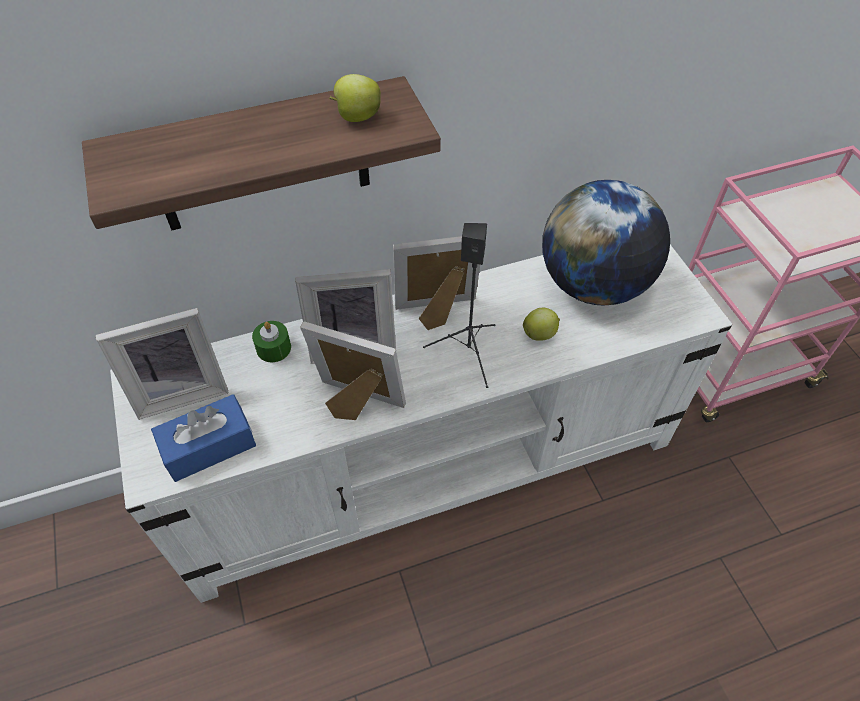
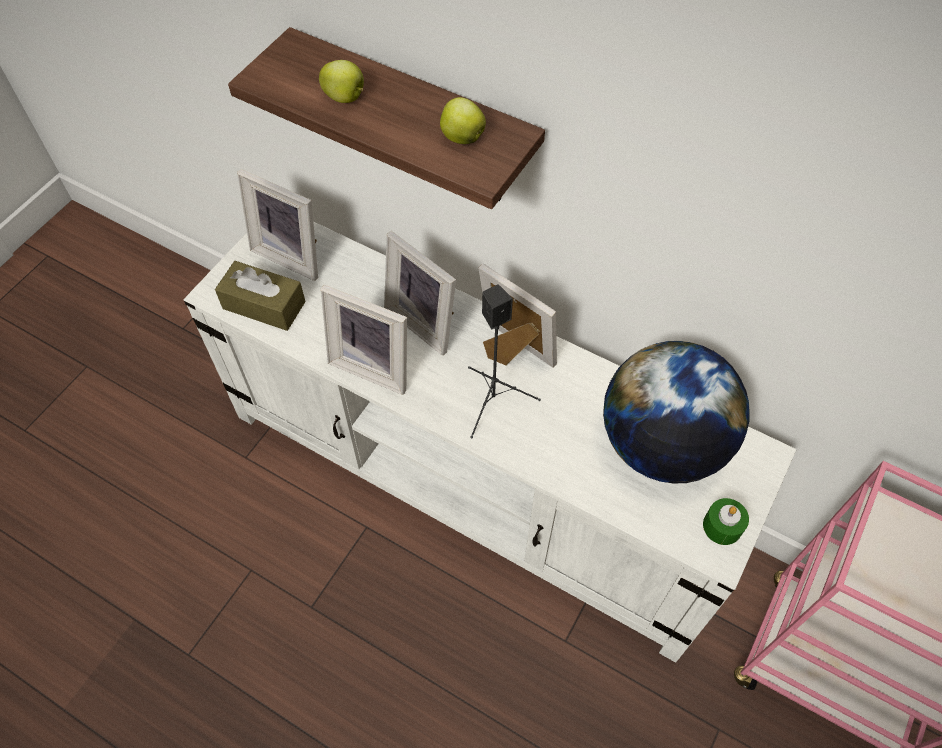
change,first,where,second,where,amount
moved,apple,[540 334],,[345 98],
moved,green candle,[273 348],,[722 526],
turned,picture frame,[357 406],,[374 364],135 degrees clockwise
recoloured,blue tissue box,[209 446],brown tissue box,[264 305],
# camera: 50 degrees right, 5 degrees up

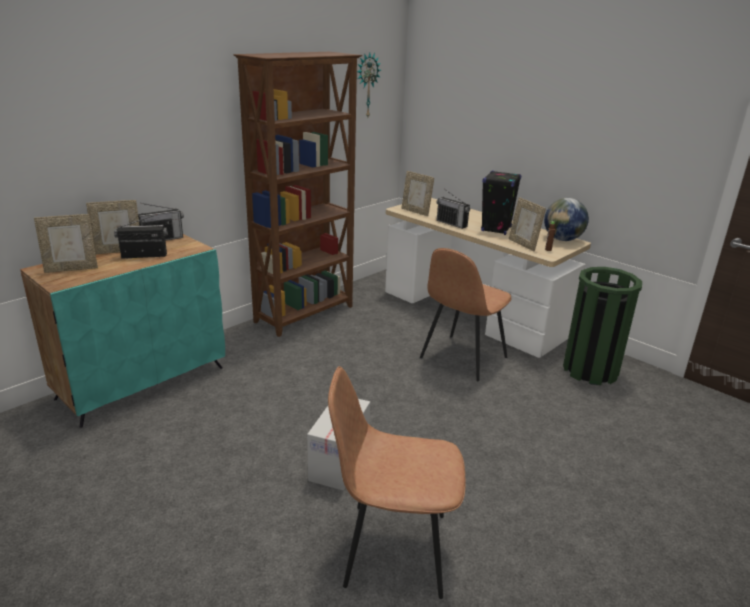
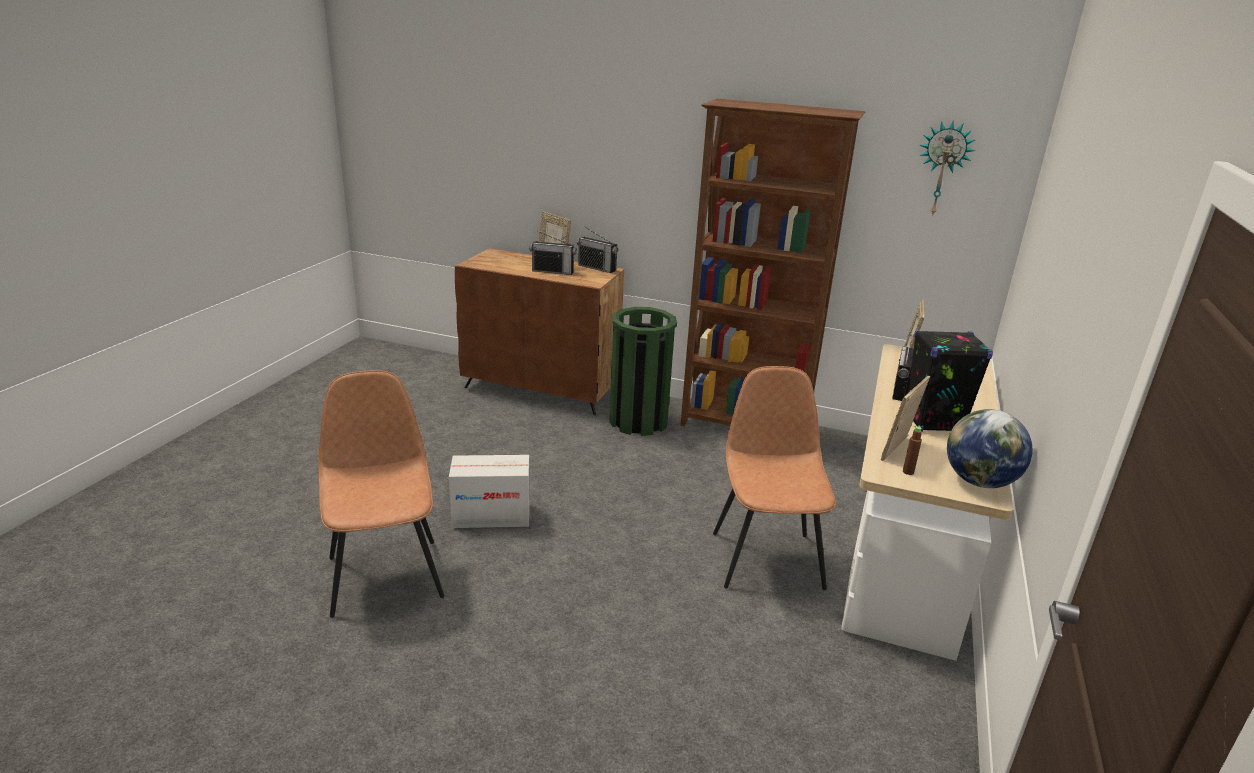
change,first,where,second,where,amount
removed,picture frame,[71 269],,,
turned,radio,[144 256],,[553 271],135 degrees clockwise
recoloured,turquoise cabinet,[143 382],brown cabinet,[541 389],
turned,brown chair,[462 358],,[766 558],75 degrees clockwise
moved,green trash can,[590 370],,[638 421],
# camera: 65 degrees right, 0 degrees up

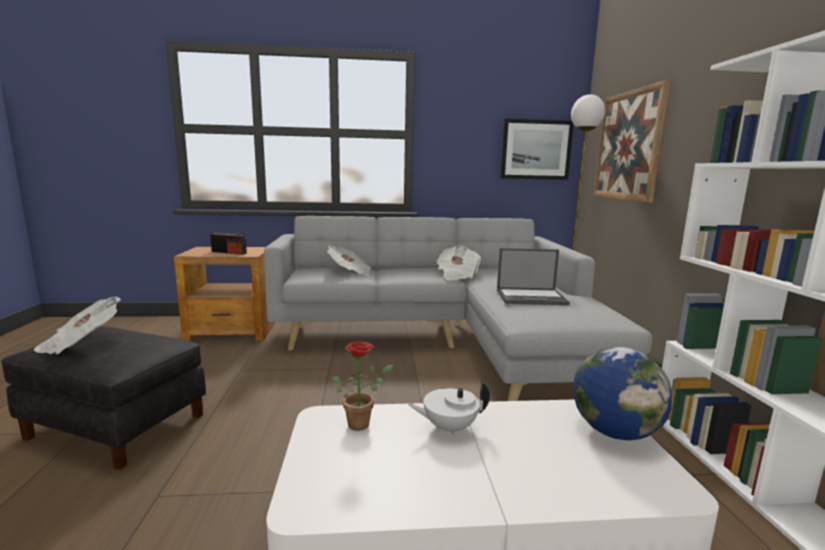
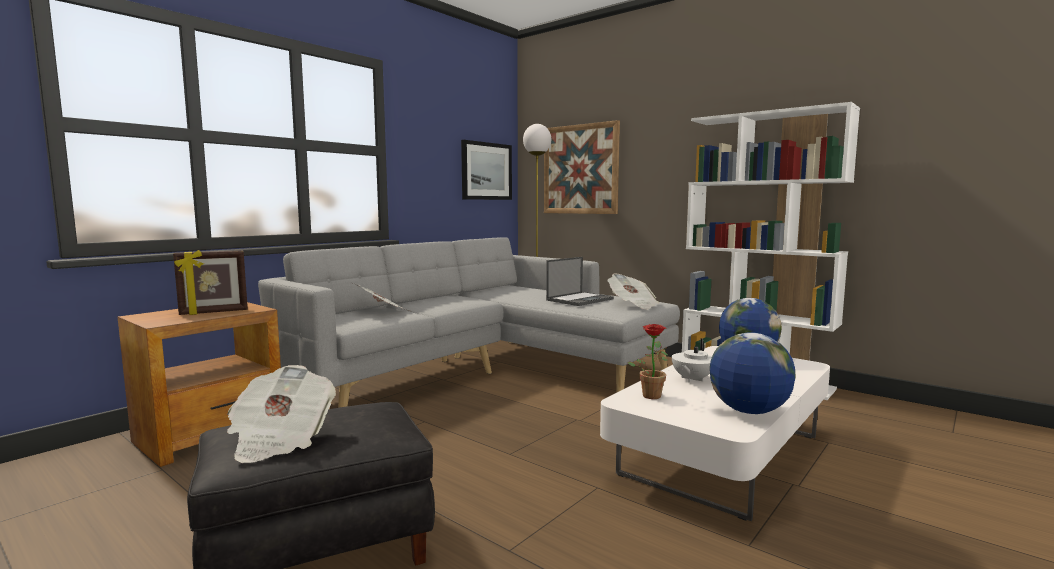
change,first,where,second,where,amount
replaced,radio,[229 252],picture frame,[214 312],
moved,newspaper,[457 275],,[632 305],
added,,,globe,[749 411],
# camera: 45 degrees left, 5 degrees down

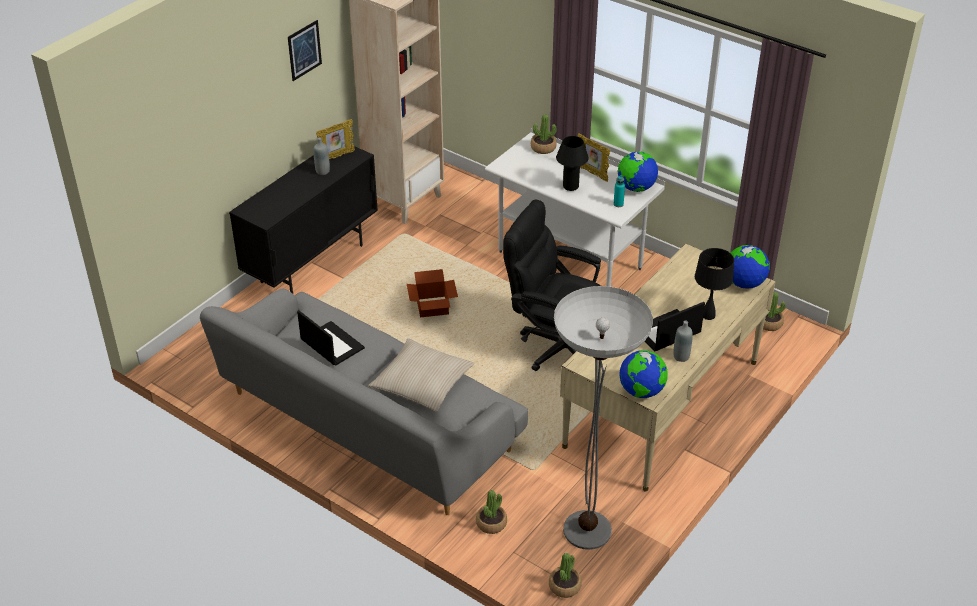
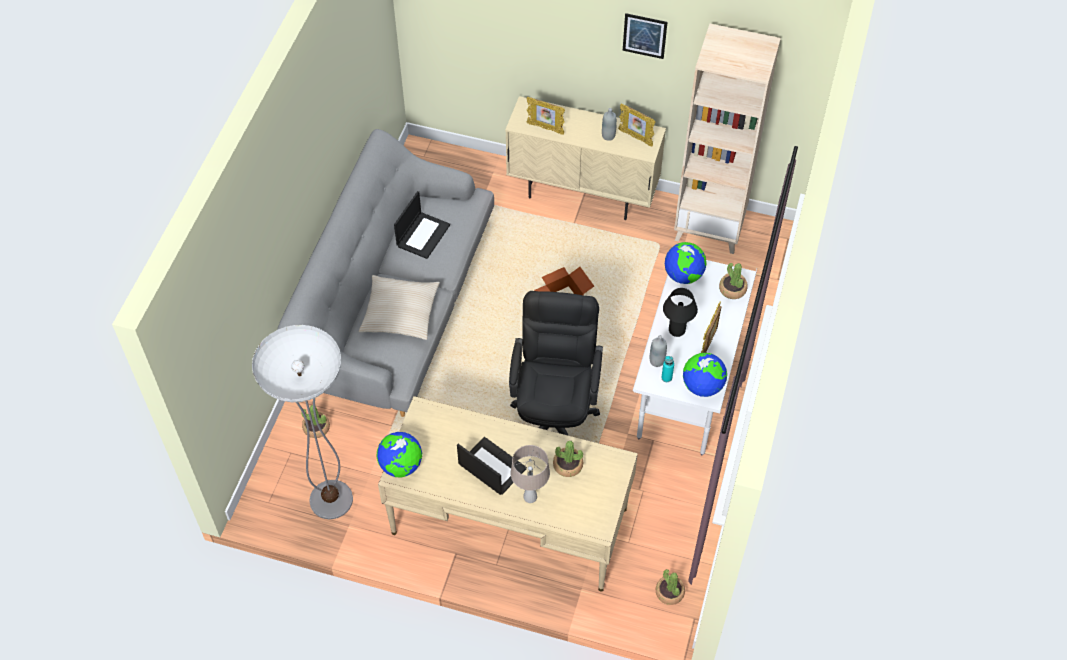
change,first,where,second,where,amount
recoloured,black cabinet,[312 263],beige cabinet,[583 194],
moved,globe,[744 283],,[683 275],
recoloured,black table lamp,[708 315],beige table lamp,[530 496],
moved,grey bottle,[681 356],,[657 361],
moved,potted plant,[565 586],,[568 465],
added,,,picture frame,[545 128],
# camera: 70 degrees right, 15 degrees up

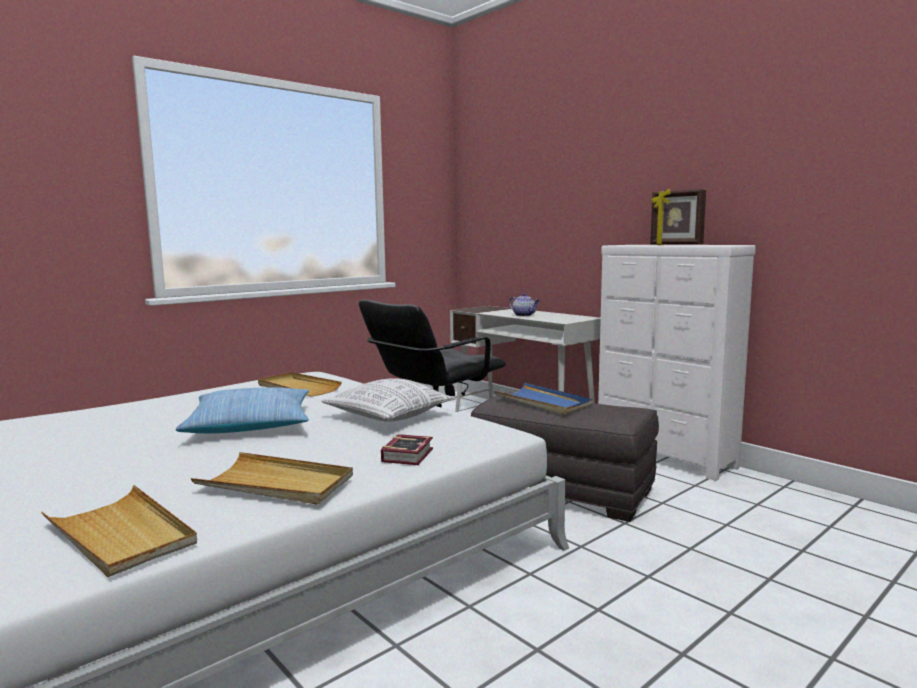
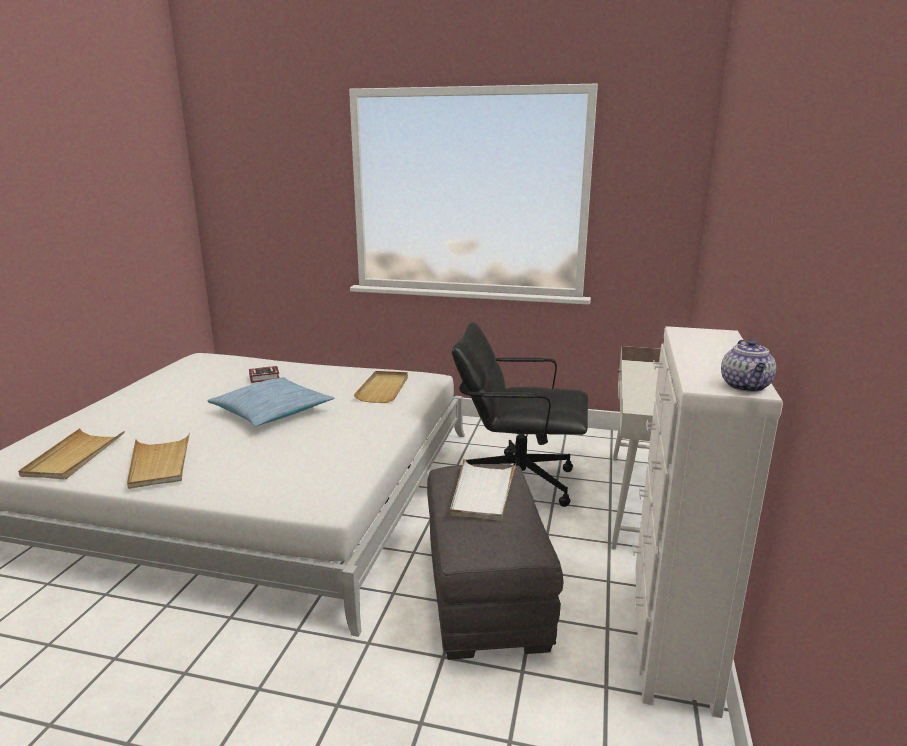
change,first,where,second,where,amount
removed,picture frame,[675 245],,,
moved,teapot,[524 315],,[746 387],
removed,pillow,[388 417],,,
recoloured,blue tray,[543 402],white tray,[483 492],
moved,book,[409 454],,[266 377],
# camera: 55 degrees right, 10 degrees up

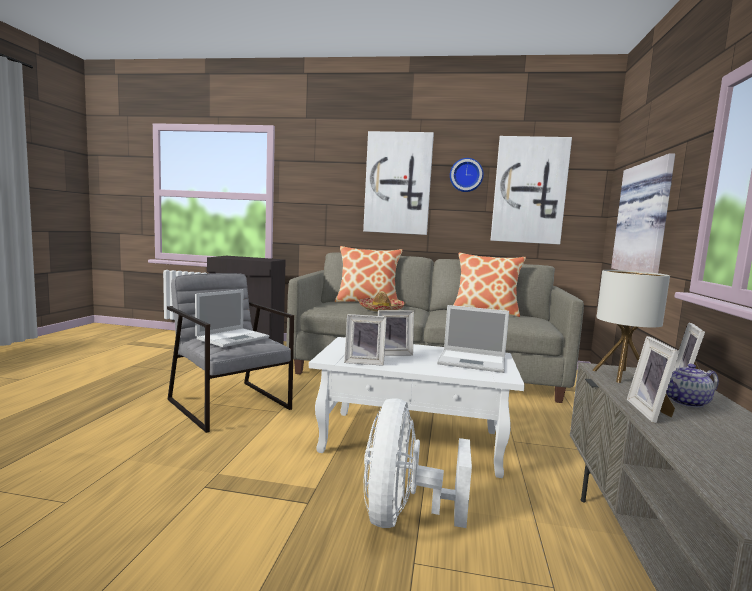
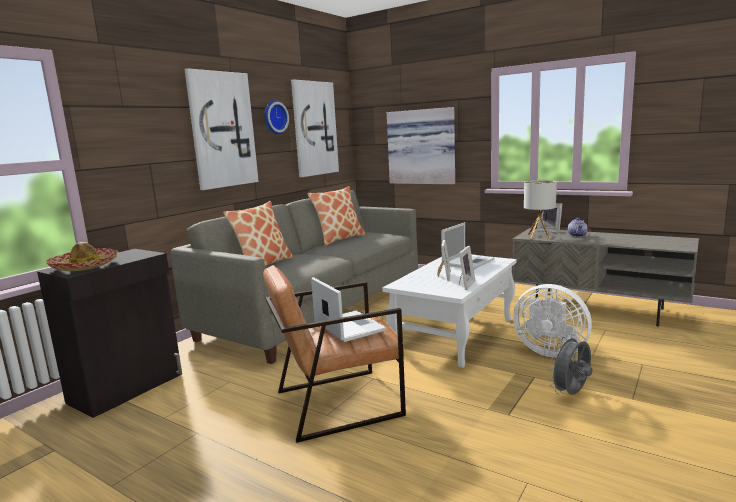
change,first,where,second,where,amount
recoloured,grey armchair,[229 404],brown armchair,[338 402],
moved,hat,[380 309],,[85 266],
removed,picture frame,[652 412],,,
added,,,grey fan,[571 394],
# camera: 65 degrees left, 5 degrees up

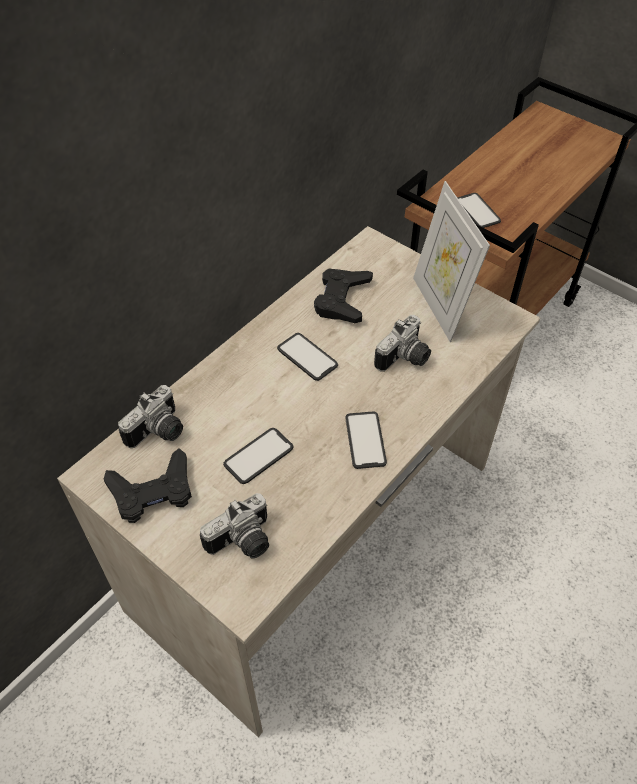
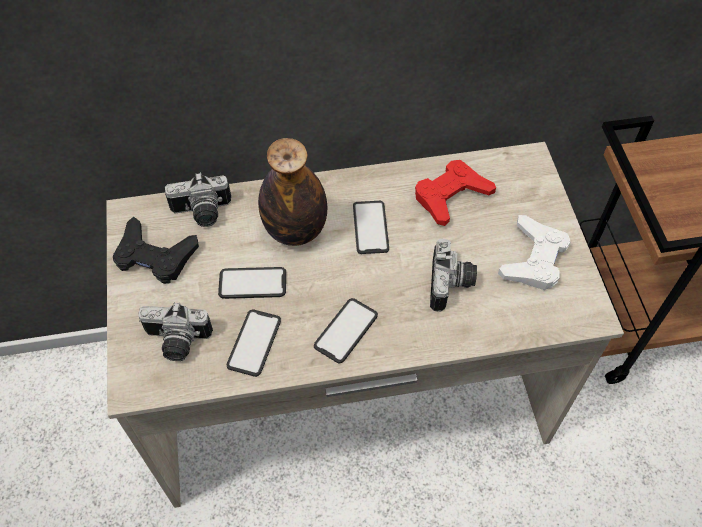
change,first,where,second,where,amount
replaced,picture frame,[440 306],white game controller,[534 258],
moved,phone,[477 211],,[254 343],
recoloured,black game controller,[342 299],red game controller,[451 196],
turned,photo camera,[405 359],,[452 285],75 degrees counterclockwise
added,,,bottle,[295 230],
# camera: 40 degrees right, 5 degrees up

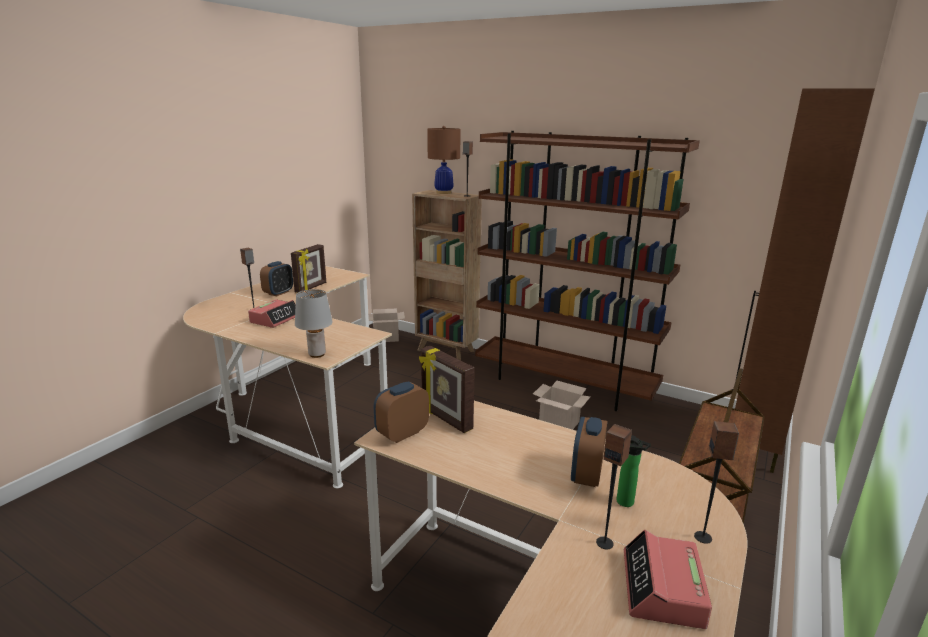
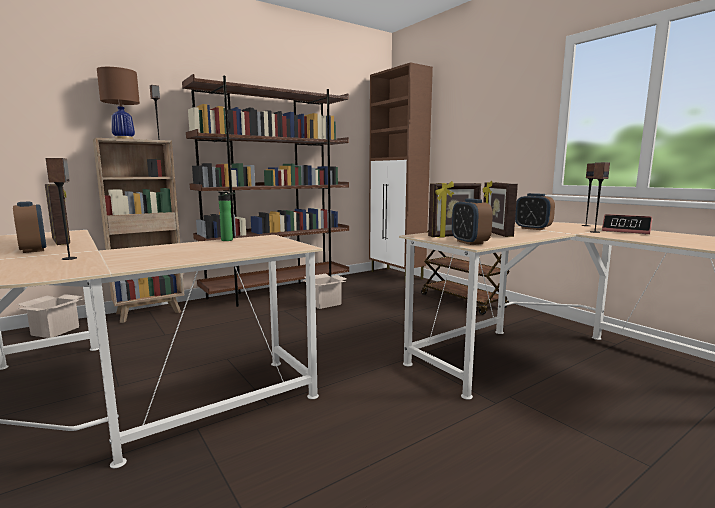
change,first,where,second,where,amount
removed,grey table lamp,[317 354],,,
removed,alarm clock,[275 319],,,
moved,bottle,[627 503],,[229 240],
added,,,picture frame,[496 234],
# camera: 65 degrees left, 10 degrees down

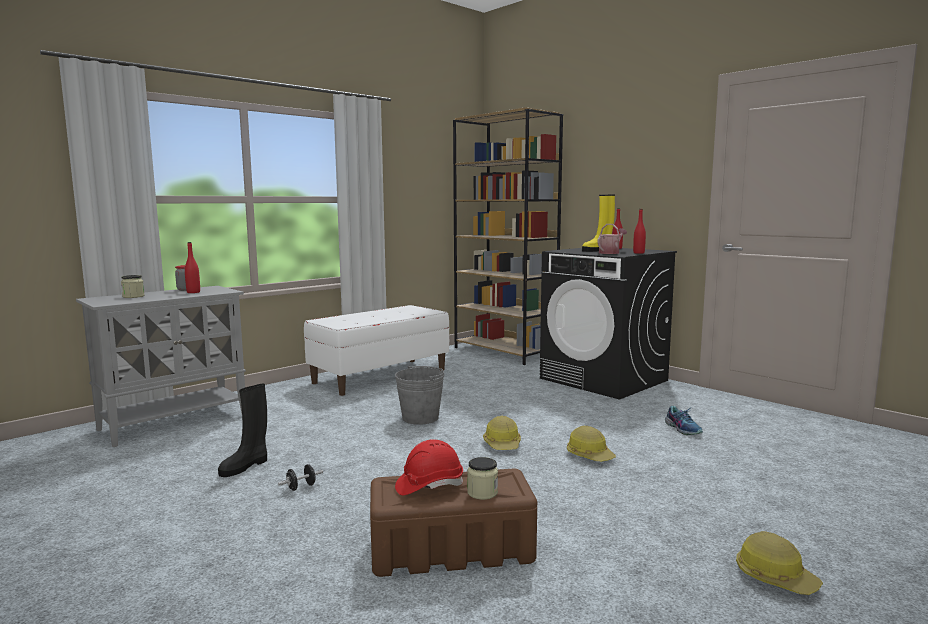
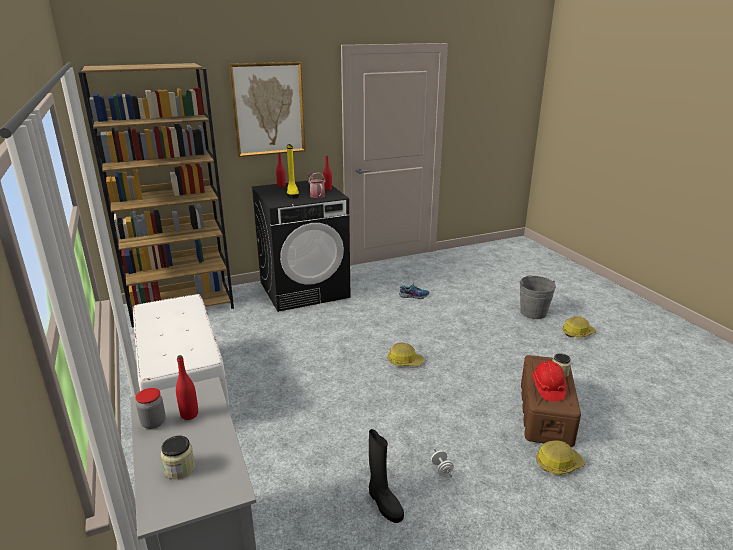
change,first,where,second,where,amount
moved,grey bucket,[420 418],,[533 312],
moved,hard hat,[590 455],,[558 463],
recoloured,black dumbbell,[301 487],white dumbbell,[441 469],
added,,,picture,[268 109],
# camera: 70 degrees left, 15 degrees up

